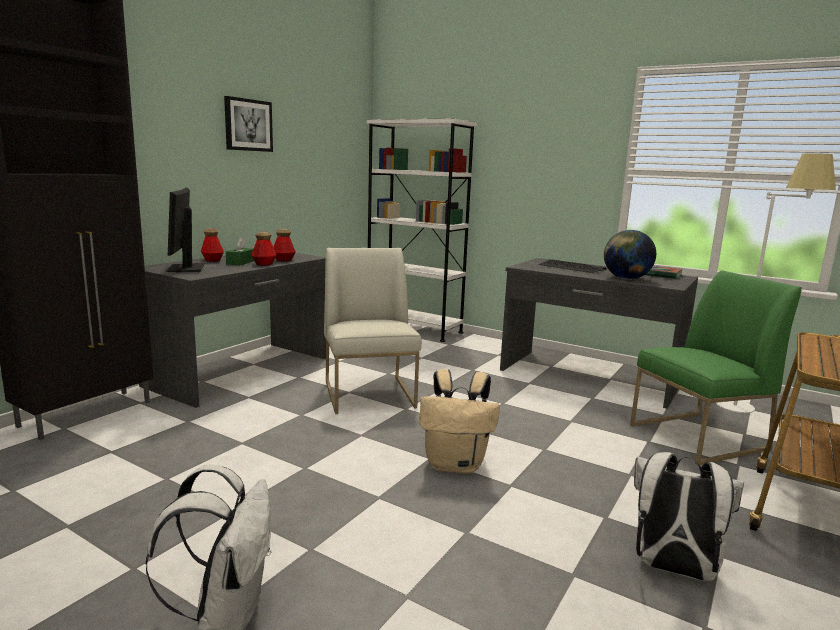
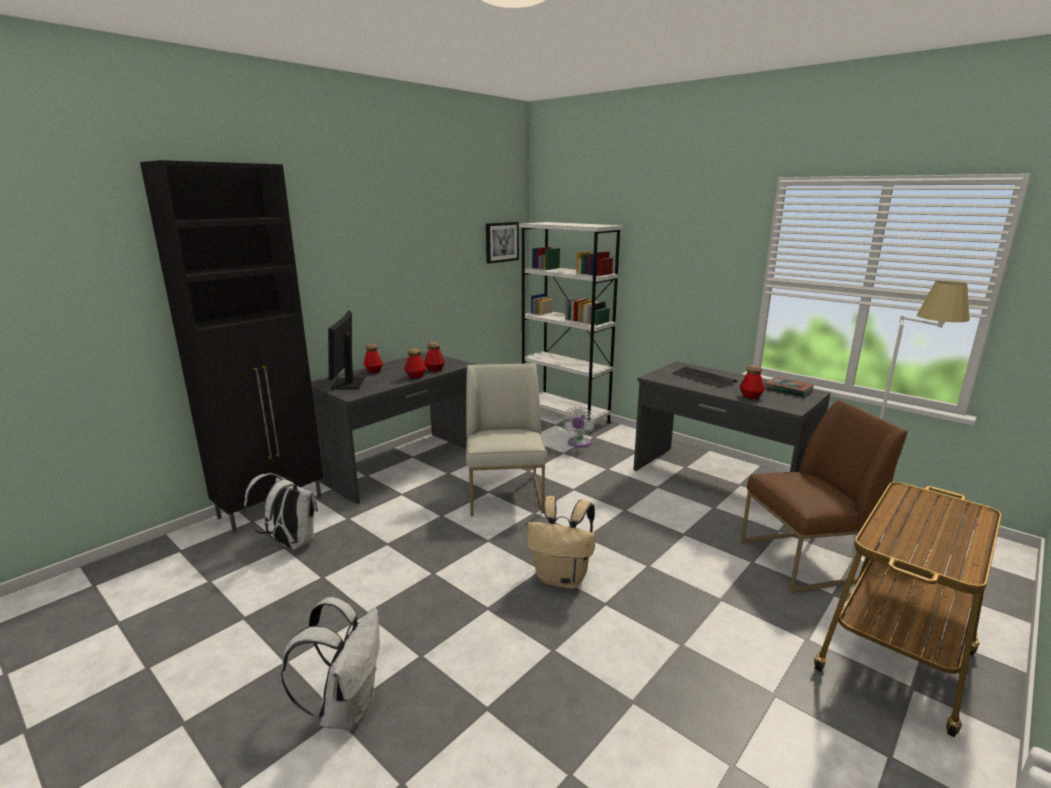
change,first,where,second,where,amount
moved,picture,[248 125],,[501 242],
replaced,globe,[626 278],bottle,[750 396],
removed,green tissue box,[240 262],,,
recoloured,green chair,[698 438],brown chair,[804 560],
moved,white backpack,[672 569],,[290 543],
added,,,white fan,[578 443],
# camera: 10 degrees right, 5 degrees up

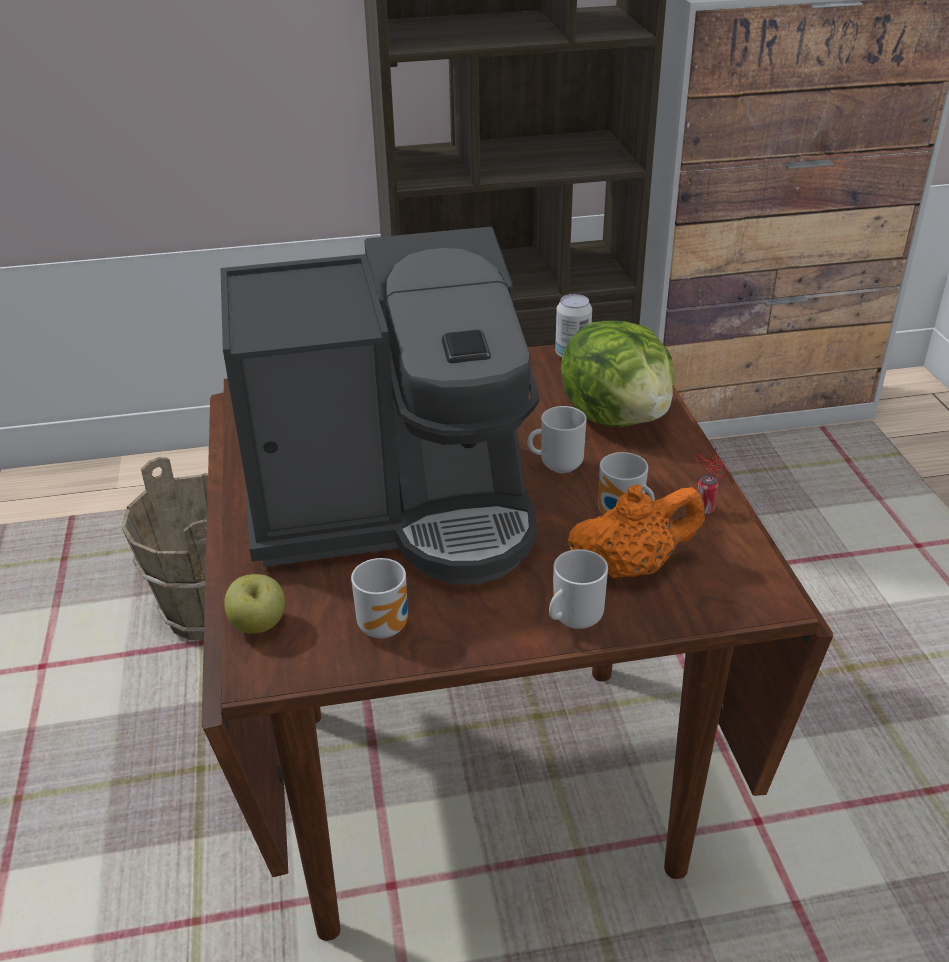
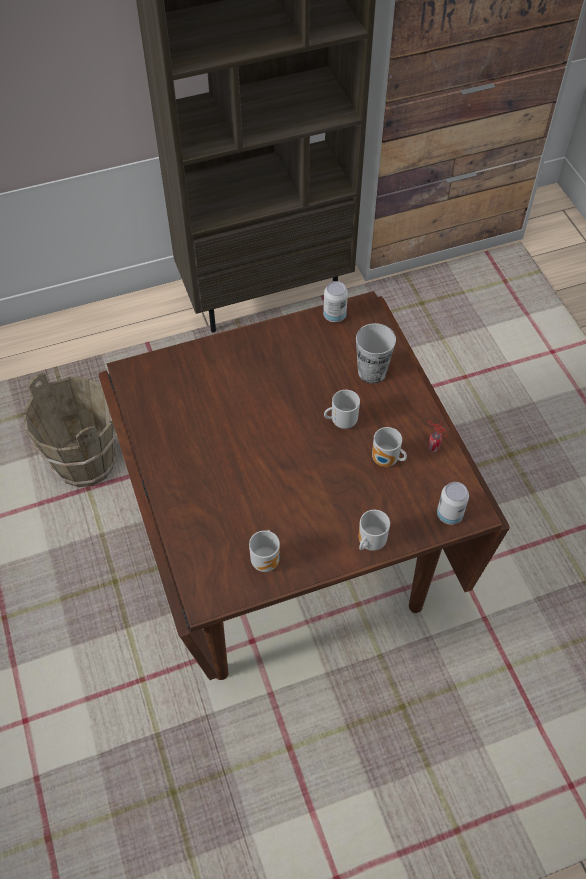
change,first,where,second,where,amount
removed,coffee machine,[395 506],,,
replaced,lettuce,[617 416],cup,[372 372],
removed,orange teapot,[632 567],,,
removed,apple,[259 626],,,
added,,,can,[449 514],
# camera: 10 degrees left, 20 degrees up

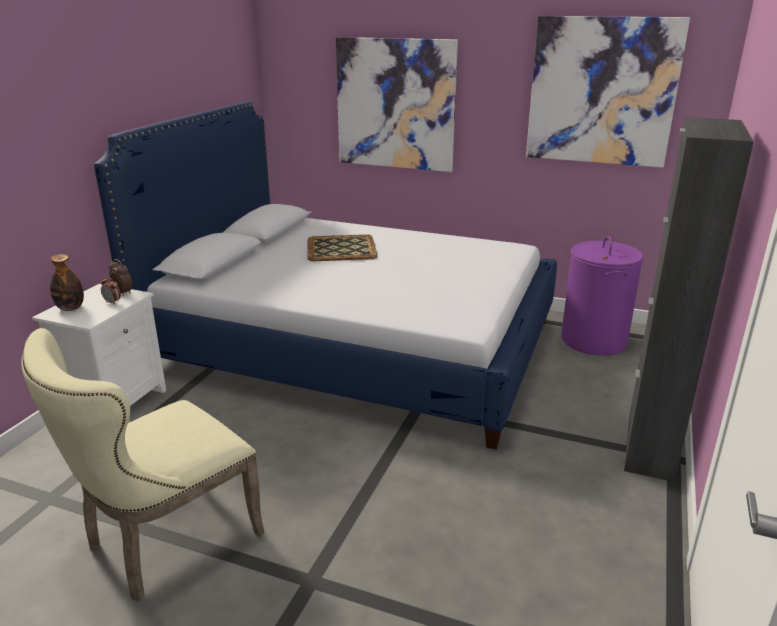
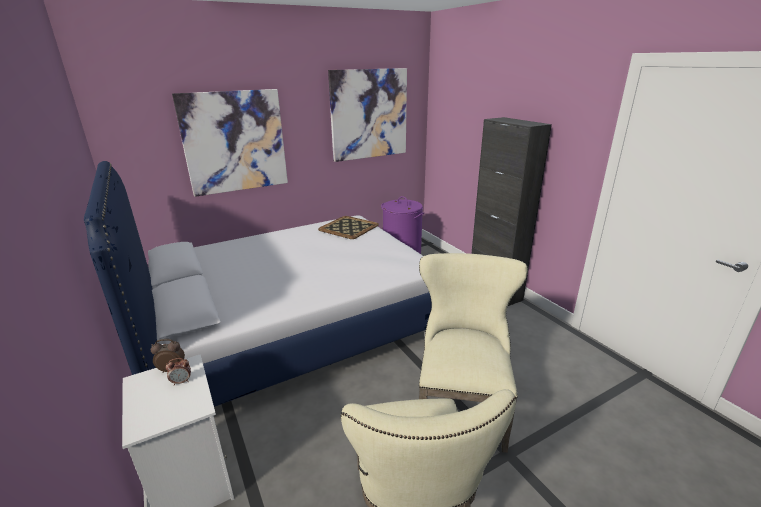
change,first,where,second,where,amount
moved,tray,[342 249],,[349 227],
removed,bottle,[70 308],,,
added,,,beige chair,[461 405],
# camera: 50 degrees left, 0 degrees up

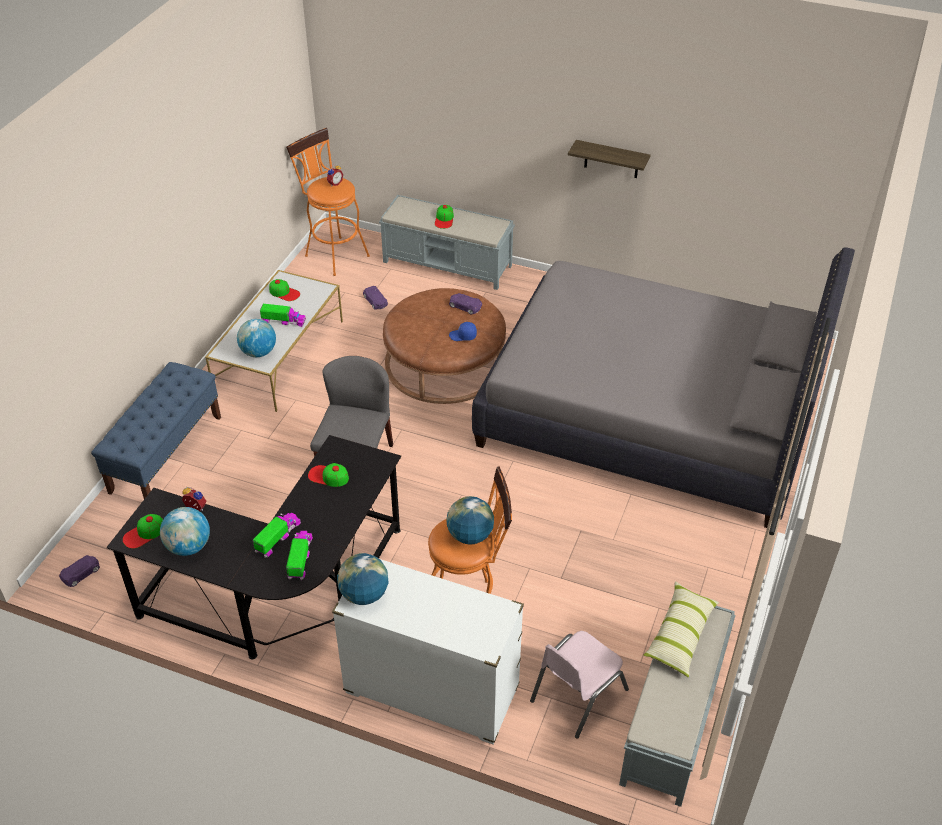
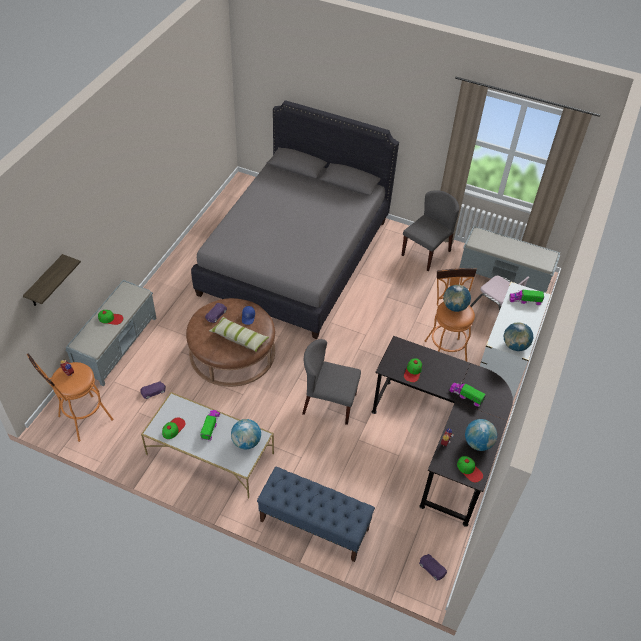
change,first,where,second,where,amount
moved,shelf,[611 159],,[45 282],
moved,toy truck,[300 558],,[525 300],
moved,pillow,[680 635],,[239 338],
added,,,grey chair,[426 252],
# camera: 90 degrees left, 5 degrees up

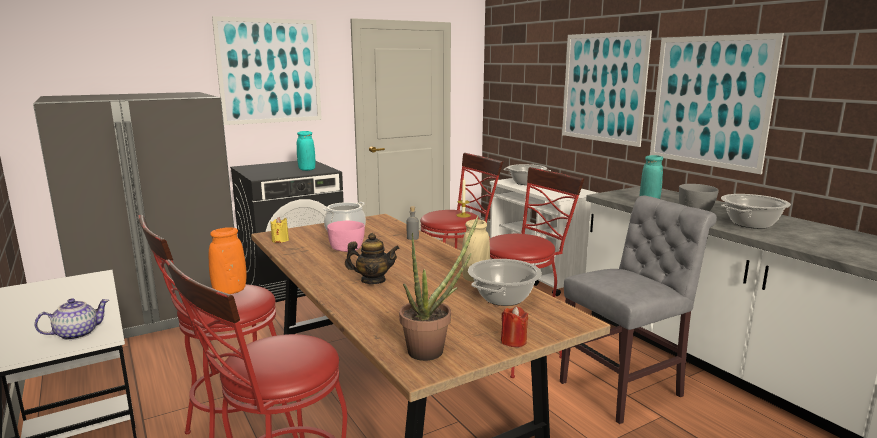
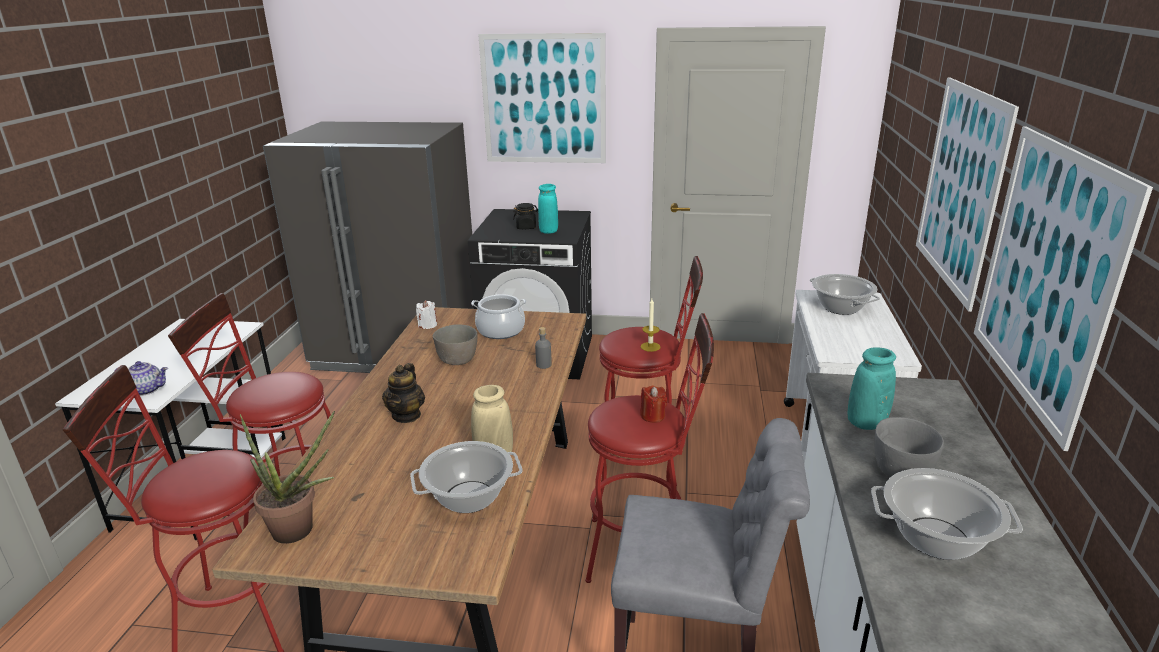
change,first,where,second,where,amount
recoloured,yellow candle,[280 240],white candle,[428 325],
recoloured,pink bowl,[347 249],grey bowl,[458 360],
removed,orange vase,[230 291],,,
turned,teapot,[373 280],,[406 415],60 degrees clockwise
moved,red candle,[513 341],,[652 416],
added,,,black jar,[526 227],
# camera: 40 degrees right, 10 degrees up

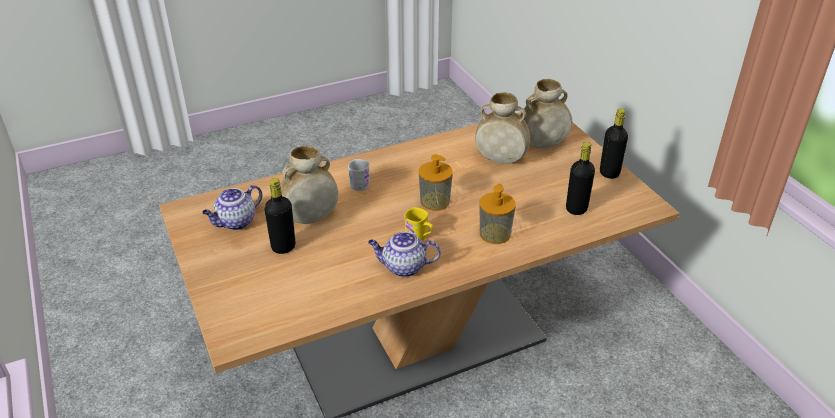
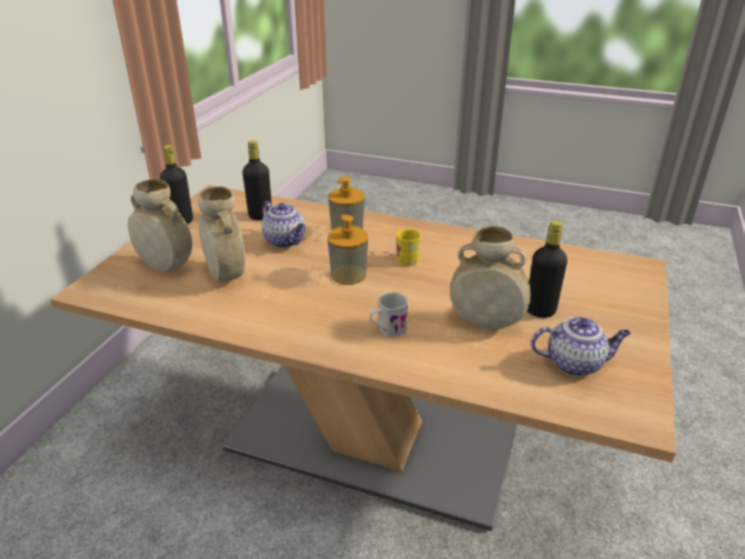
change,first,where,second,where,amount
moved,teapot,[403 267],,[285 241],
# camera: 135 degrees left, 5 degrees down

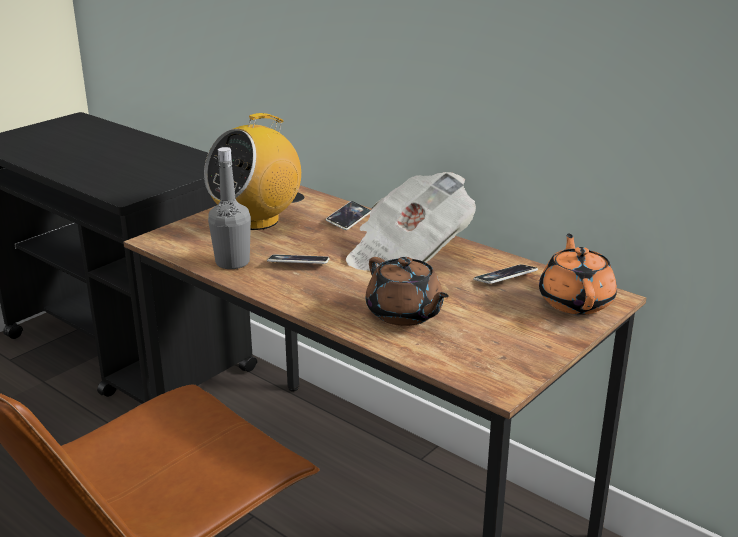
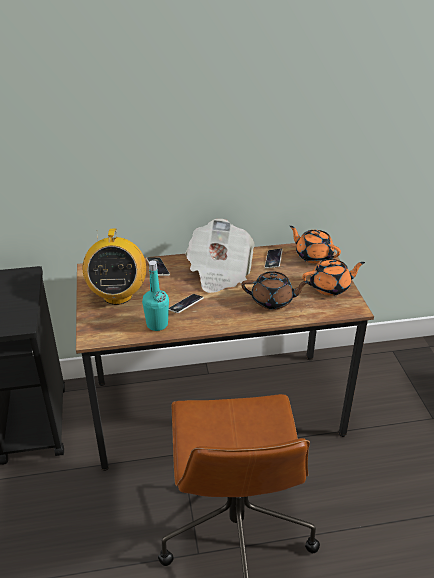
change,first,where,second,where,amount
recoloured,grey bottle,[232 262],turquoise bottle,[157 324],
added,,,orange teapot,[330 287],
# camera: 50 degrees left, 10 degrees up

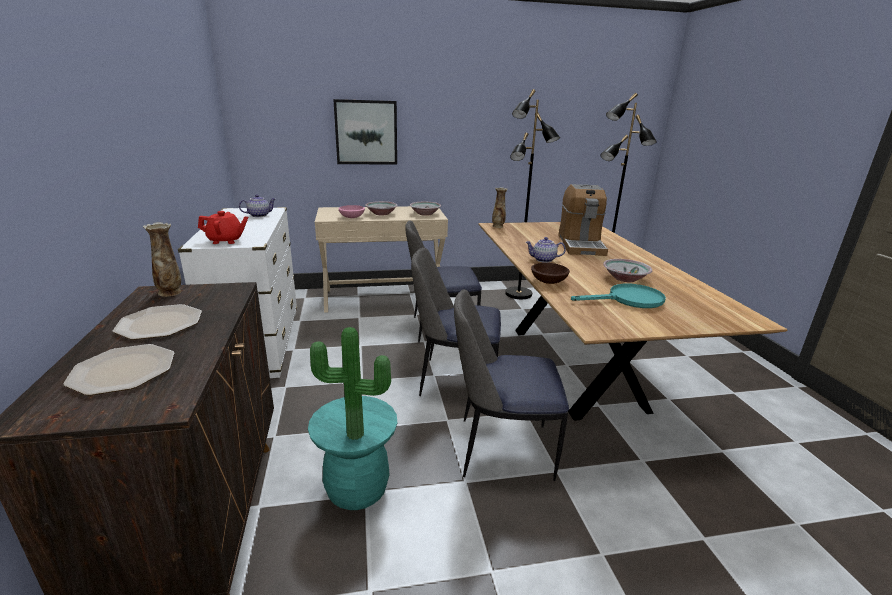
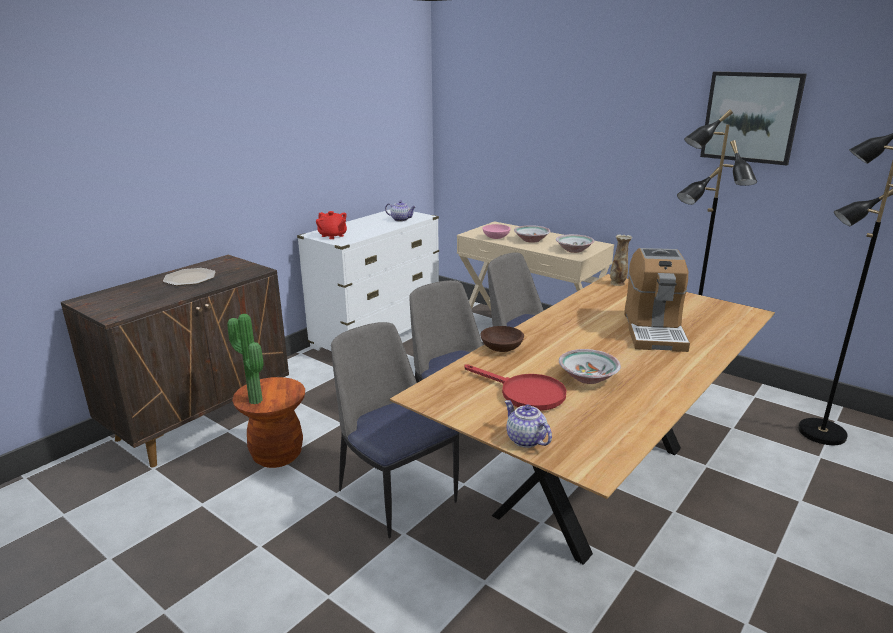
change,first,where,second,where,amount
moved,picture,[366 132],,[751 117],
turned,coffee machine,[580 245],,[654 331],45 degrees counterclockwise
removed,vase,[170 292],,,
moved,teapot,[543 260],,[525 440],
recoloured,turquoise frying pan,[628 300],red frying pan,[524 393],
removed,plate,[122 370],,,
recoloured,turquoise stool,[357 490],brown stool,[277 455],
# camera: 50 degrees right, 0 degrees up

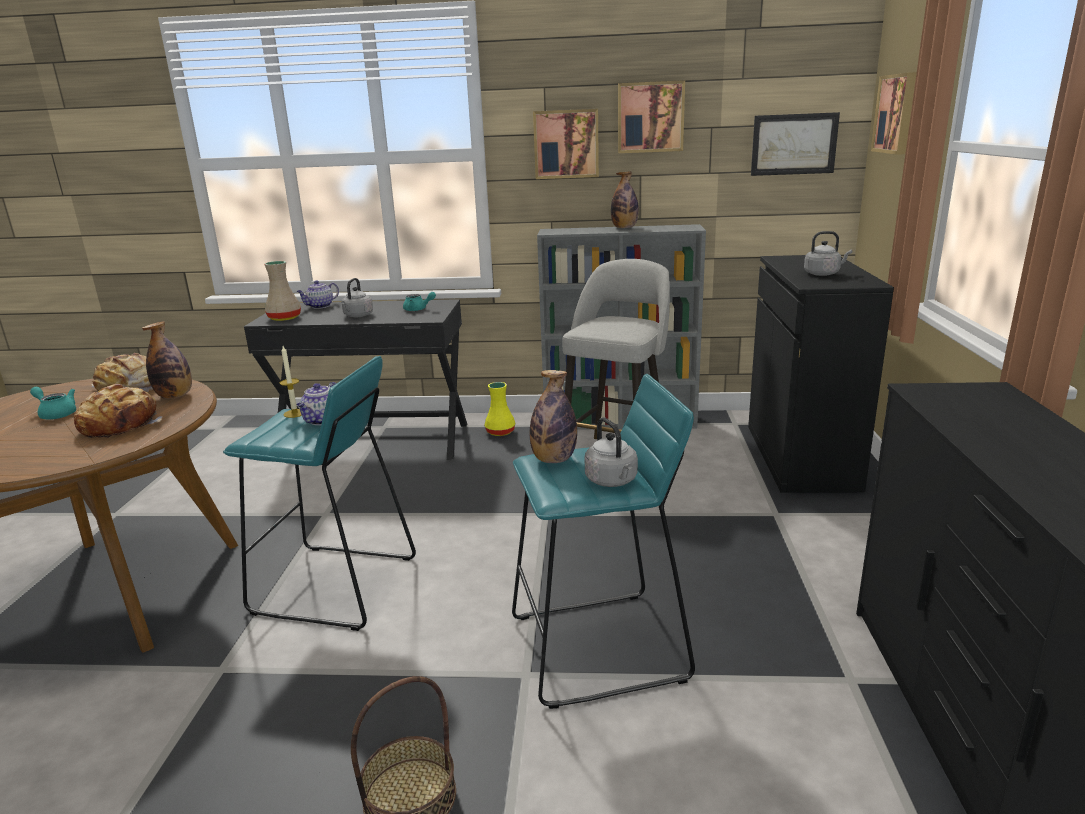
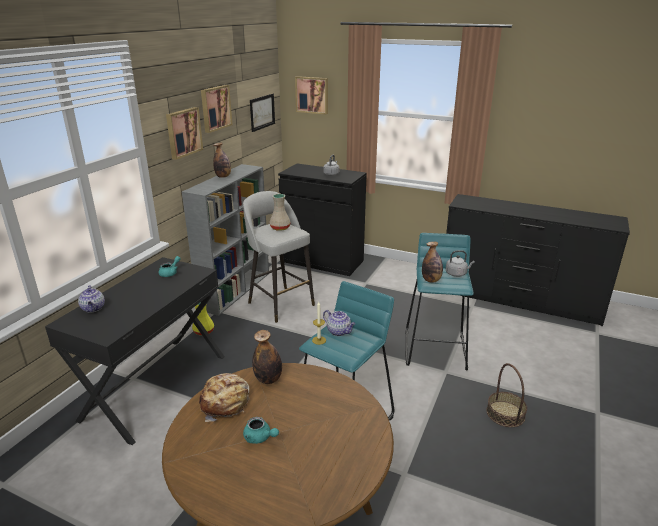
change,first,where,second,where,amount
moved,beige vase,[284 318],,[280 228],
removed,grey kettle,[357 316],,,
removed,bread,[121 425],,,
turned,turquoise teapot,[56 414],,[260 438],105 degrees counterclockwise
# camera: 70 degrees left, 5 degrees up

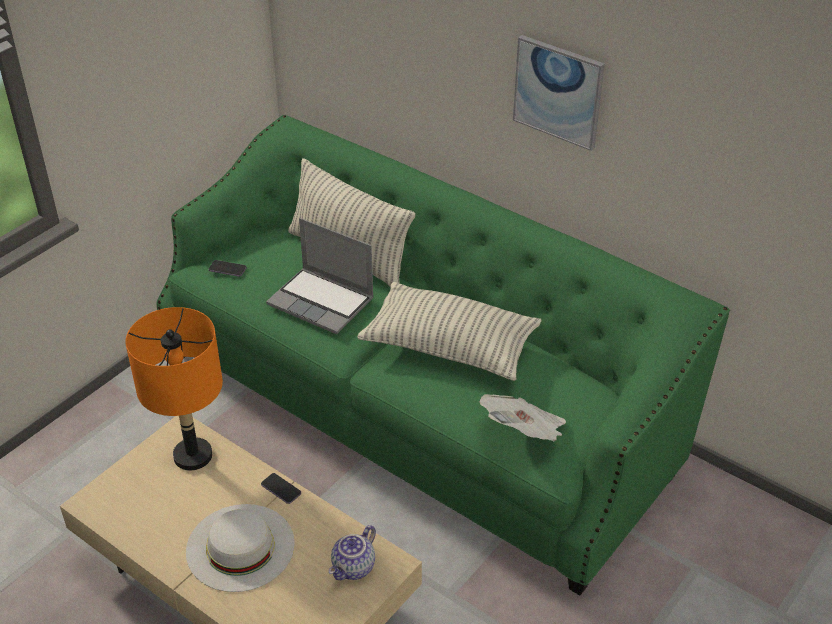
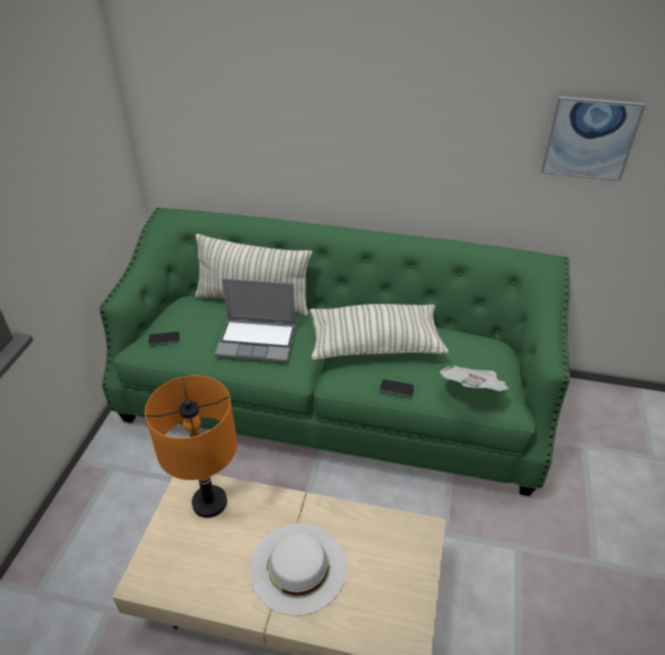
change,first,where,second,where,amount
moved,picture,[558 91],,[589 138],
moved,phone,[281 489],,[396 388],
removed,teapot,[354 568],,,
# camera: 25 degrees left, 0 degrees up

